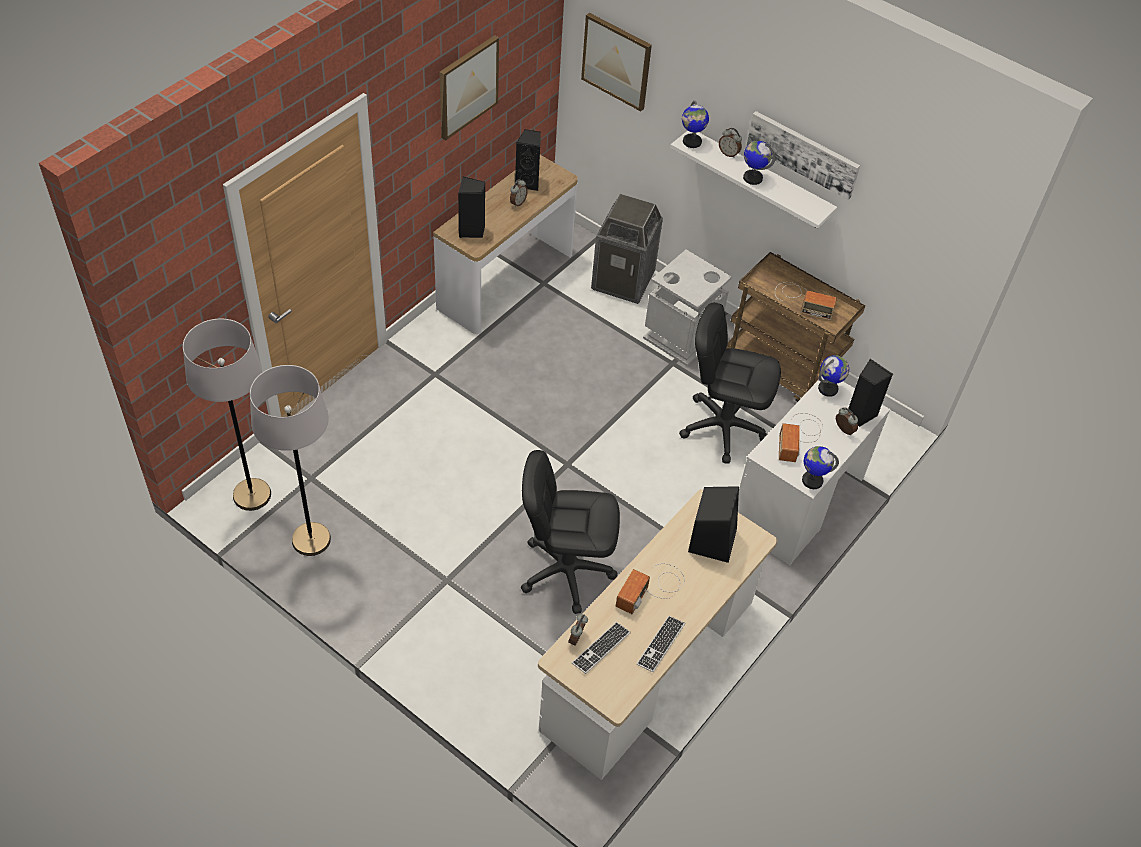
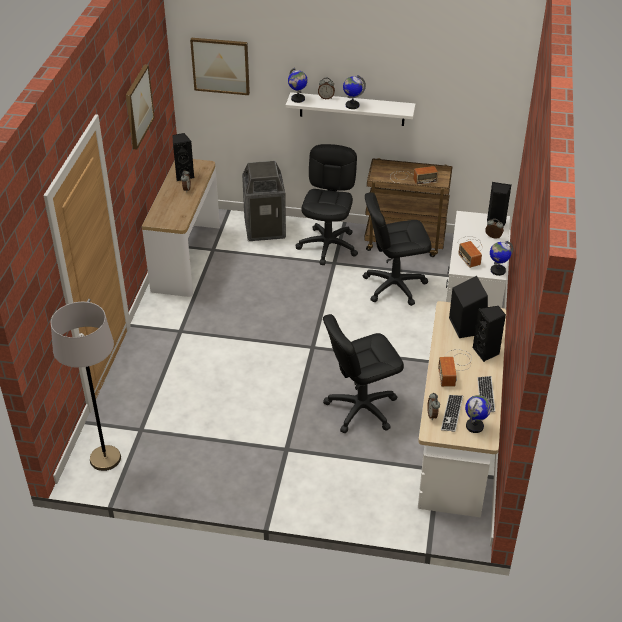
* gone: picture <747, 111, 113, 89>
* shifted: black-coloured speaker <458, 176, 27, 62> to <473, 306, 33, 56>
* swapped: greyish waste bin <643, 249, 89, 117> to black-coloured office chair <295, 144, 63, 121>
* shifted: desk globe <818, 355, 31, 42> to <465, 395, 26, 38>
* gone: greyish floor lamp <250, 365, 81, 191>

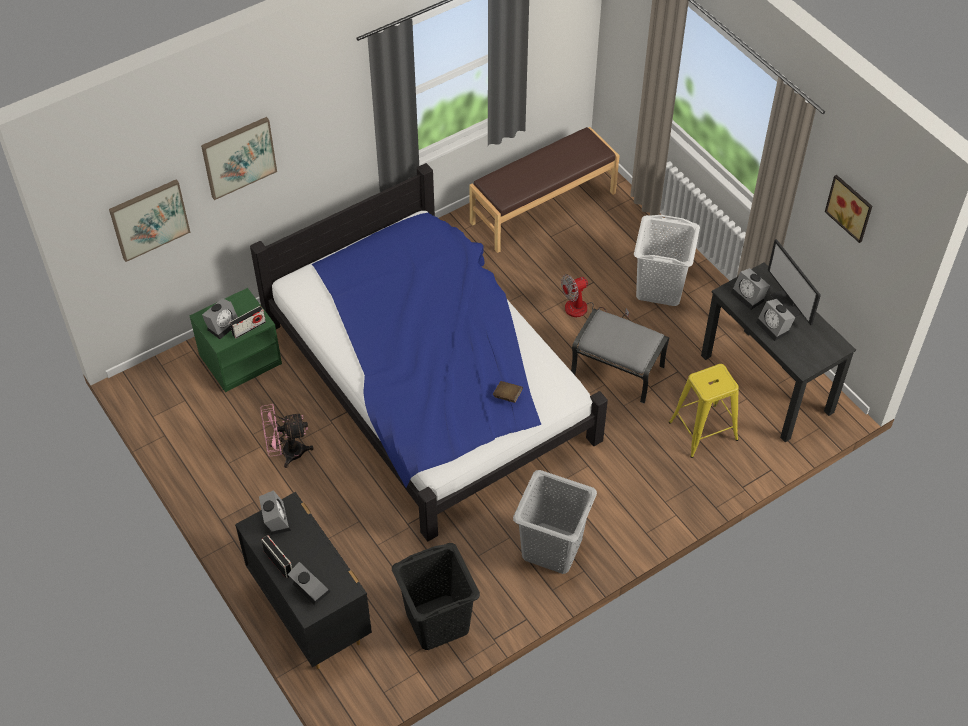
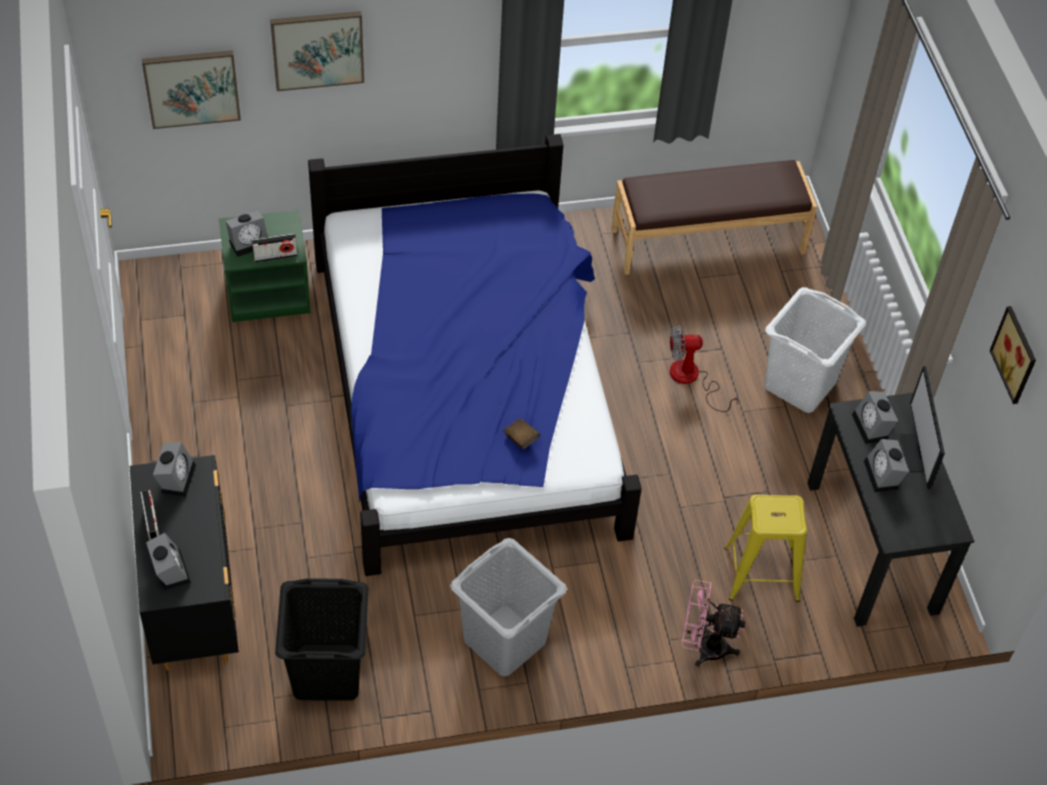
* gone: greyish pouffe <571, 309, 98, 94>
* shifted: pinkish fan <261, 404, 53, 64> to <682, 580, 64, 87>

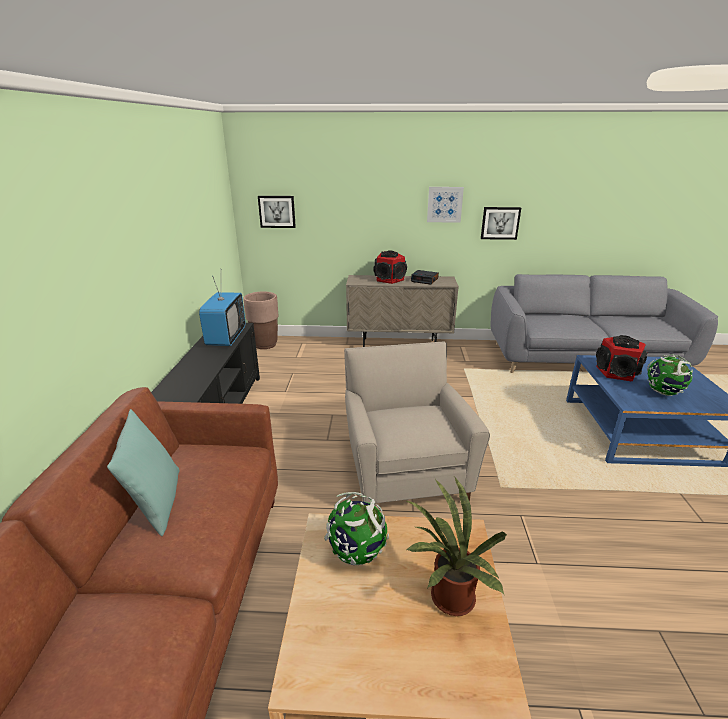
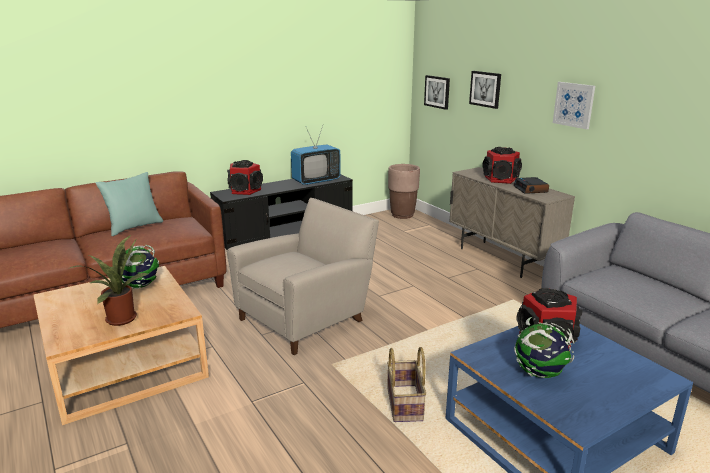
* shifted: picture <481, 207, 40, 33> to <469, 71, 32, 38>
* new: speaker <227, 160, 36, 35>
* new: storage basket <387, 347, 39, 75>

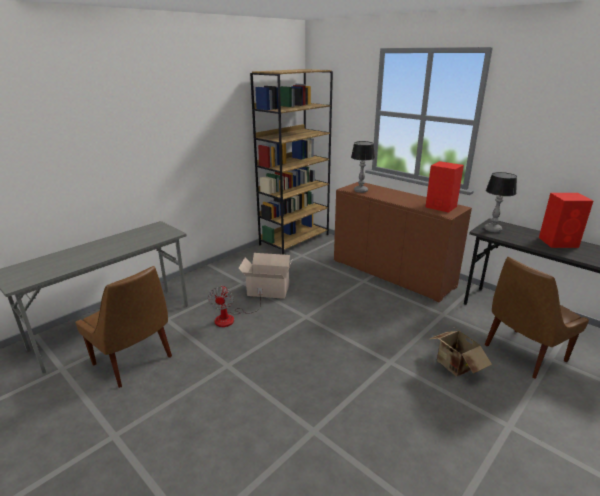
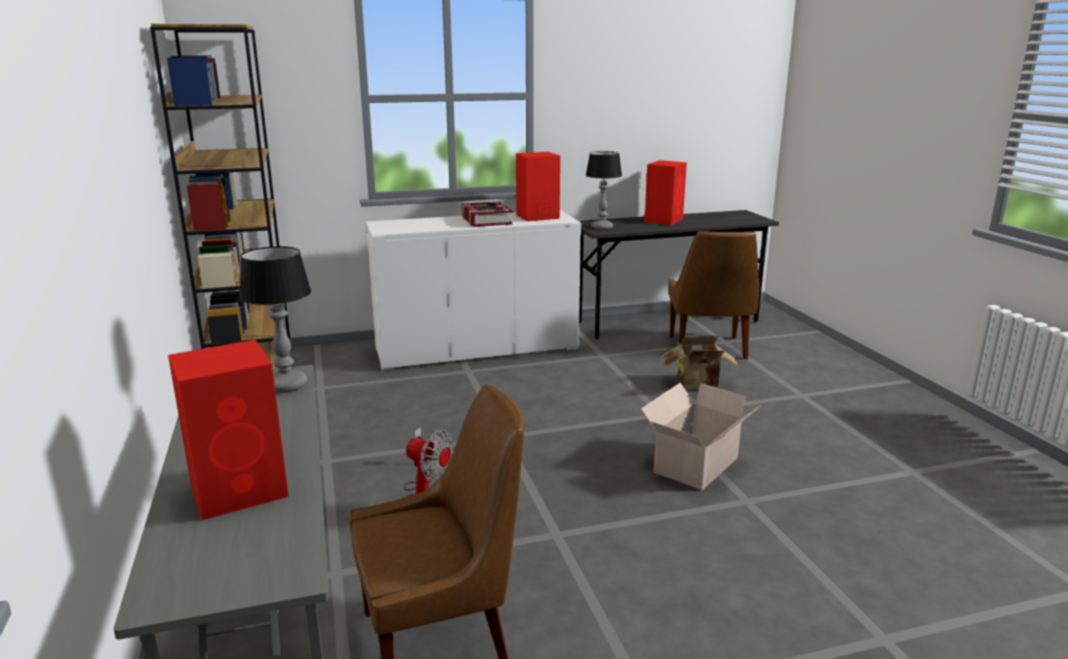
* shifted: table lamp <351, 141, 24, 52> to <239, 246, 72, 146>
* repainted: brownish cabinet <334, 182, 138, 121> to white cabinet <366, 210, 215, 161>
* shifted: packing box <239, 253, 53, 46> to <641, 383, 120, 107>
* new: volume <462, 202, 51, 25>
* new: red-coloured speaker <168, 340, 121, 180>

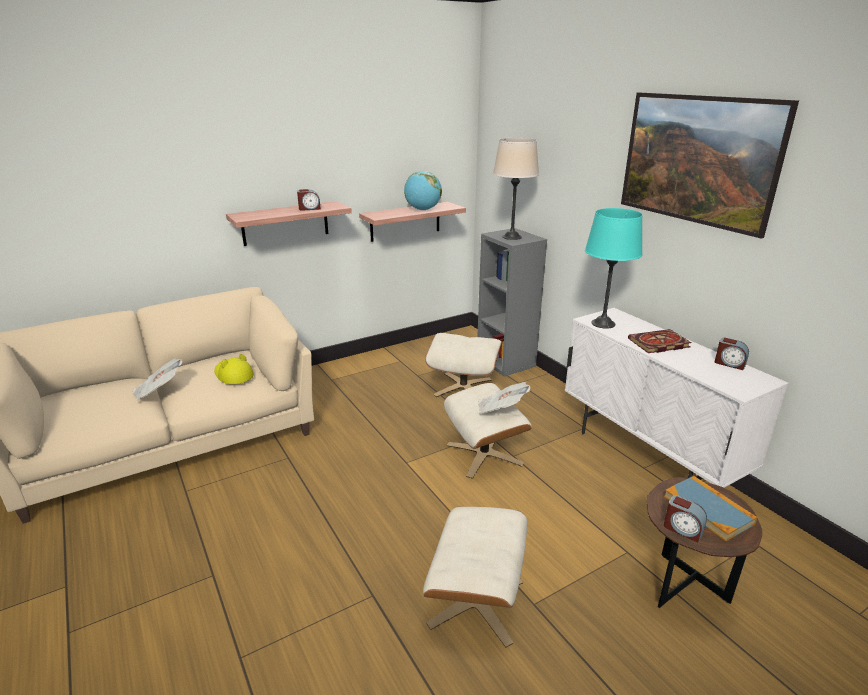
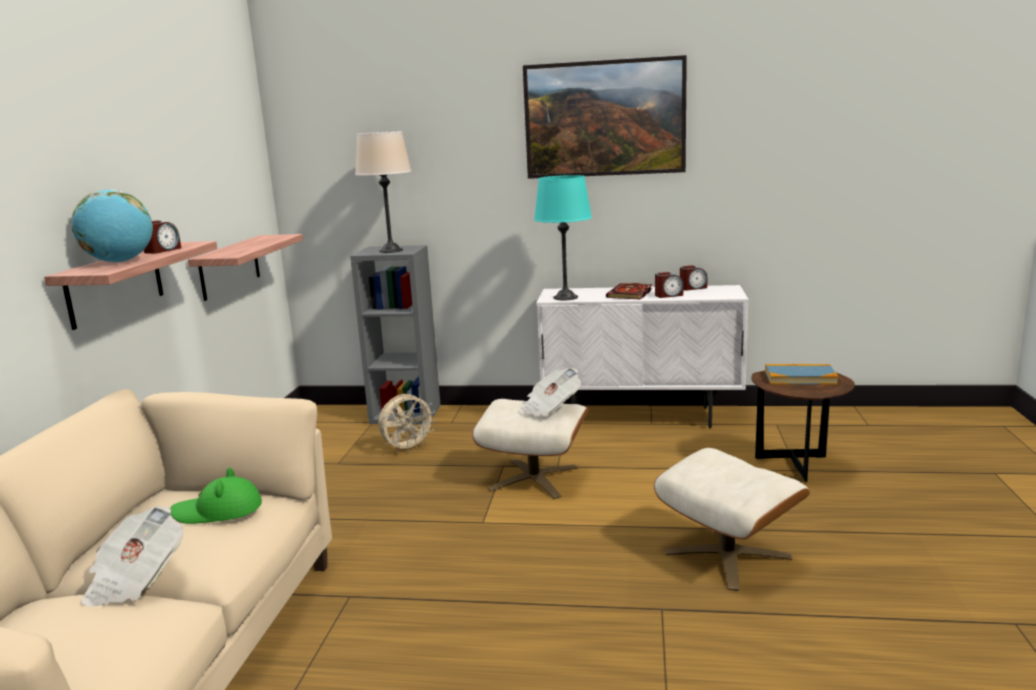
* shifted: desk globe <404, 171, 38, 39> to <71, 189, 82, 74>
* swapped: beige pouffe <425, 333, 77, 64> to beige fan <378, 393, 58, 60>
* repainted: yellow-coloured wearable hat <214, 354, 40, 30> to green wearable hat <171, 468, 91, 56>
* shifted: table clock <664, 495, 43, 48> to <655, 272, 28, 26>

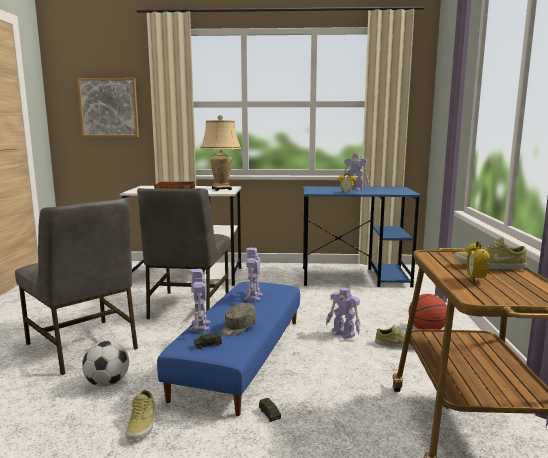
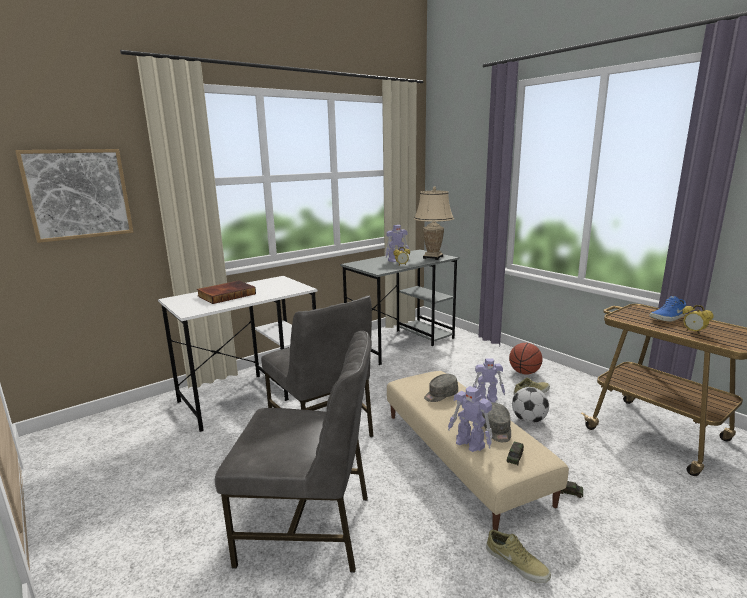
* shifted: beige table lamp <200, 115, 41, 76> to <414, 186, 40, 74>
* repainted: blue-coloured desk unit <303, 186, 119, 101> to greyish desk unit <340, 249, 119, 116>
* repainted: beige item of footwear <454, 237, 73, 32> to blue-coloured item of footwear <649, 296, 37, 26>
* swapped: model robot <244, 248, 19, 54> to greyish cap <424, 374, 34, 28>
* repainted: blue-coloured pouffe <157, 282, 143, 134> to beige pouffe <387, 371, 182, 160>
* shifted: football ball <82, 341, 47, 46> to <512, 387, 37, 36>

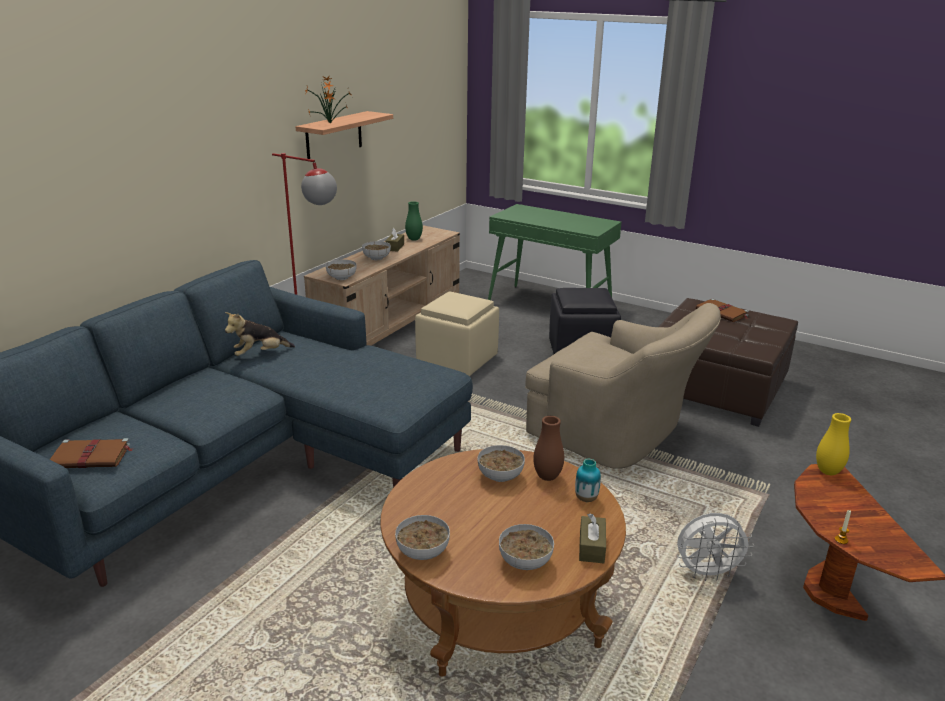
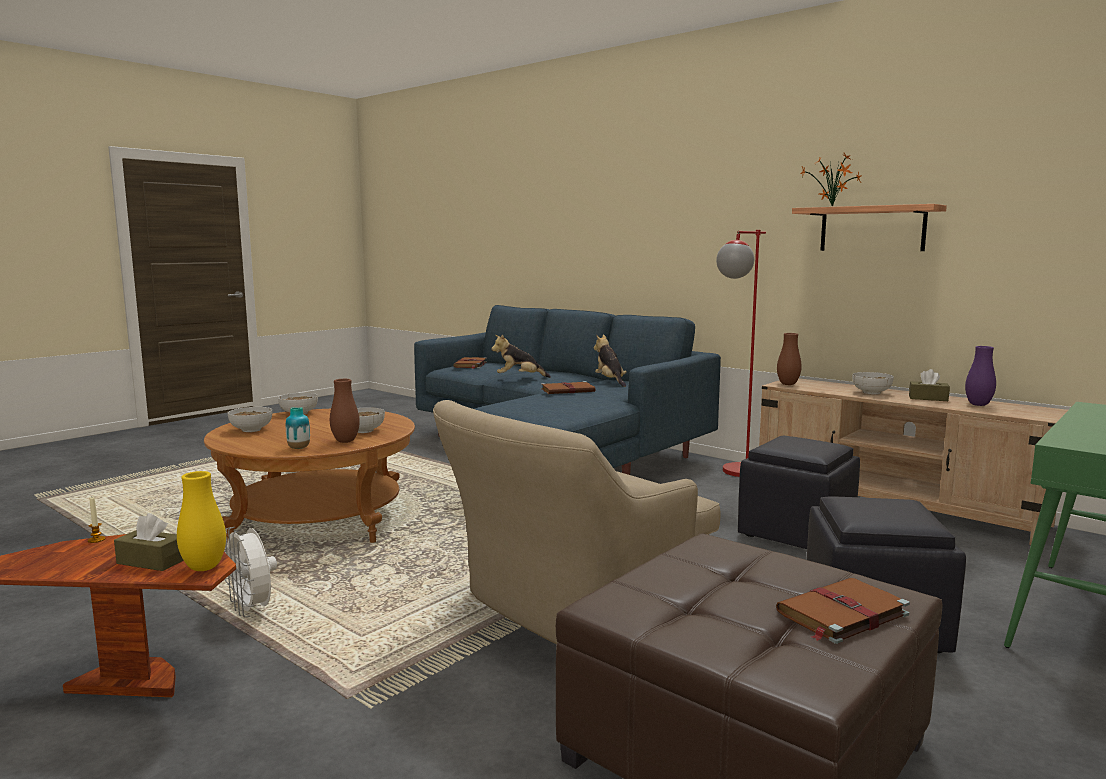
* repainted: green vase <405, 201, 18, 40> to purplish vase <965, 346, 31, 60>
* swapped: bowl <326, 259, 31, 21> to brownish vase <777, 333, 25, 52>
* repainted: beige pouffe <415, 291, 84, 85> to black-coloured pouffe <738, 436, 122, 113>
* shifted: brownish box of tissues <579, 513, 27, 50> to <114, 513, 70, 58>
* rotated: white fan <677, 513, 77, 68> = <224, 527, 53, 91> 45 degrees counterclockwise
* new: soft toy <491, 335, 60, 43>
* new: brownish volume <541, 381, 55, 13>

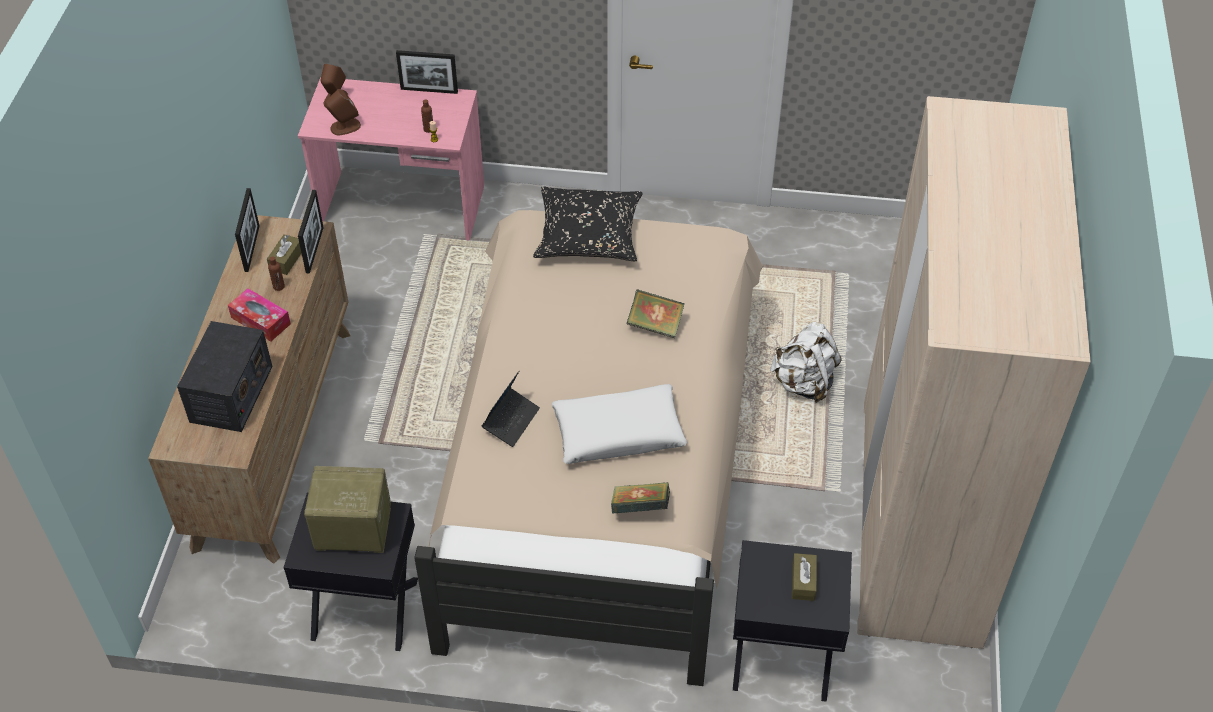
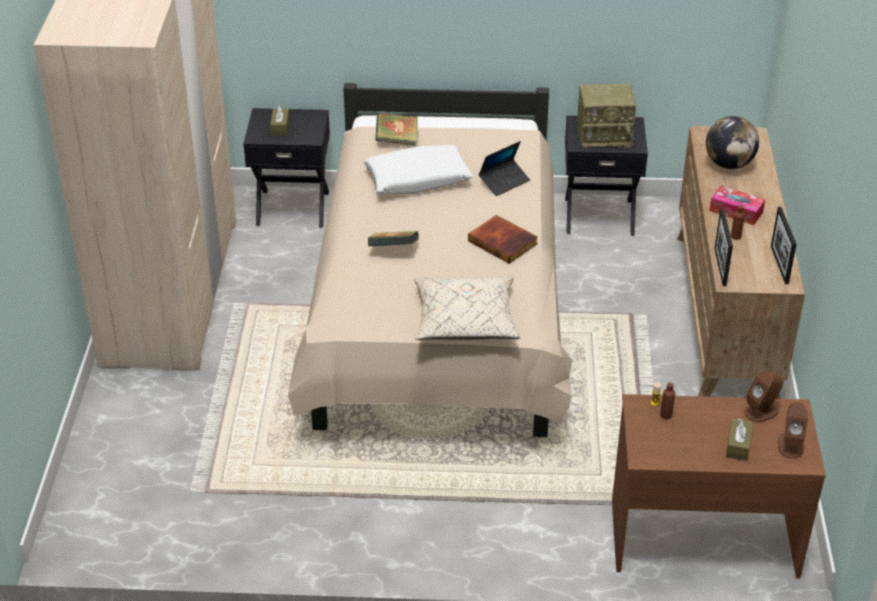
* gone: photo frame <396, 50, 62, 44>
* repainted: pinkish desk unit <298, 77, 186, 164> to brownish desk unit <612, 394, 214, 185>
* repainted: black-coloured pillow <533, 187, 109, 74> to beige pillow <414, 275, 107, 65>
* shifted: brownish box of tissues <267, 234, 34, 41> to <726, 418, 27, 43>
* swapped: radio set <177, 321, 96, 111> to desk globe <706, 116, 53, 53>
* gone: white knapsack <770, 322, 72, 81>
* rotated: portable computer <482, 371, 58, 76> = <479, 141, 51, 55> 150 degrees counterclockwise
* new: volume <468, 215, 70, 49>

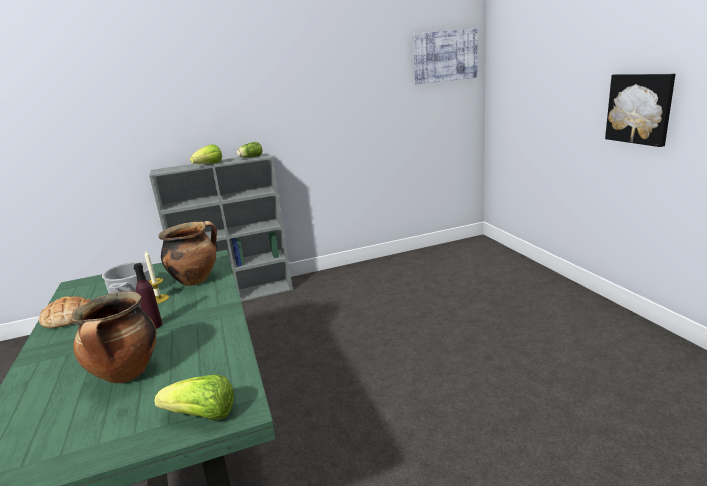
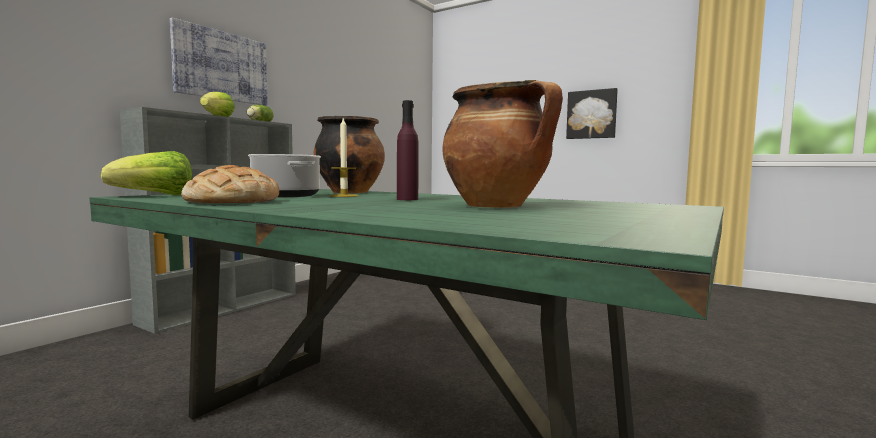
* shifted: picture <413, 28, 65, 56> to <170, 18, 98, 88>
* shifted: head of lettuce <154, 375, 80, 45> to <101, 151, 91, 45>

